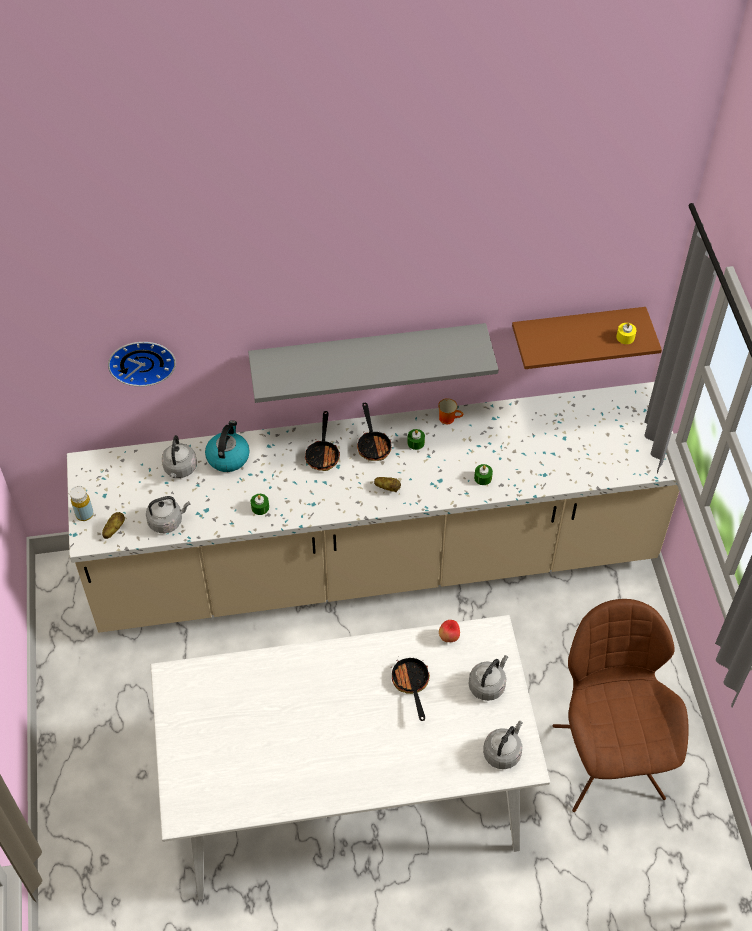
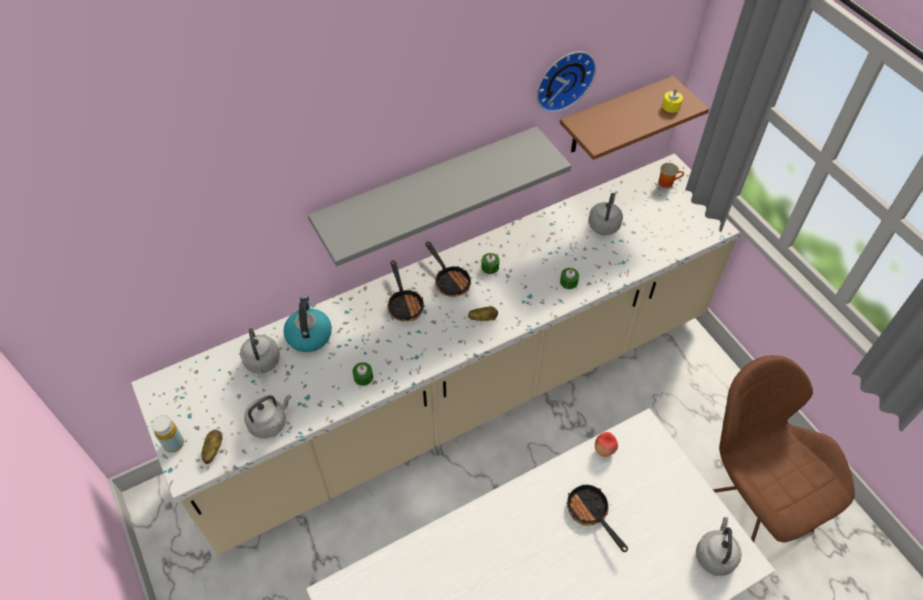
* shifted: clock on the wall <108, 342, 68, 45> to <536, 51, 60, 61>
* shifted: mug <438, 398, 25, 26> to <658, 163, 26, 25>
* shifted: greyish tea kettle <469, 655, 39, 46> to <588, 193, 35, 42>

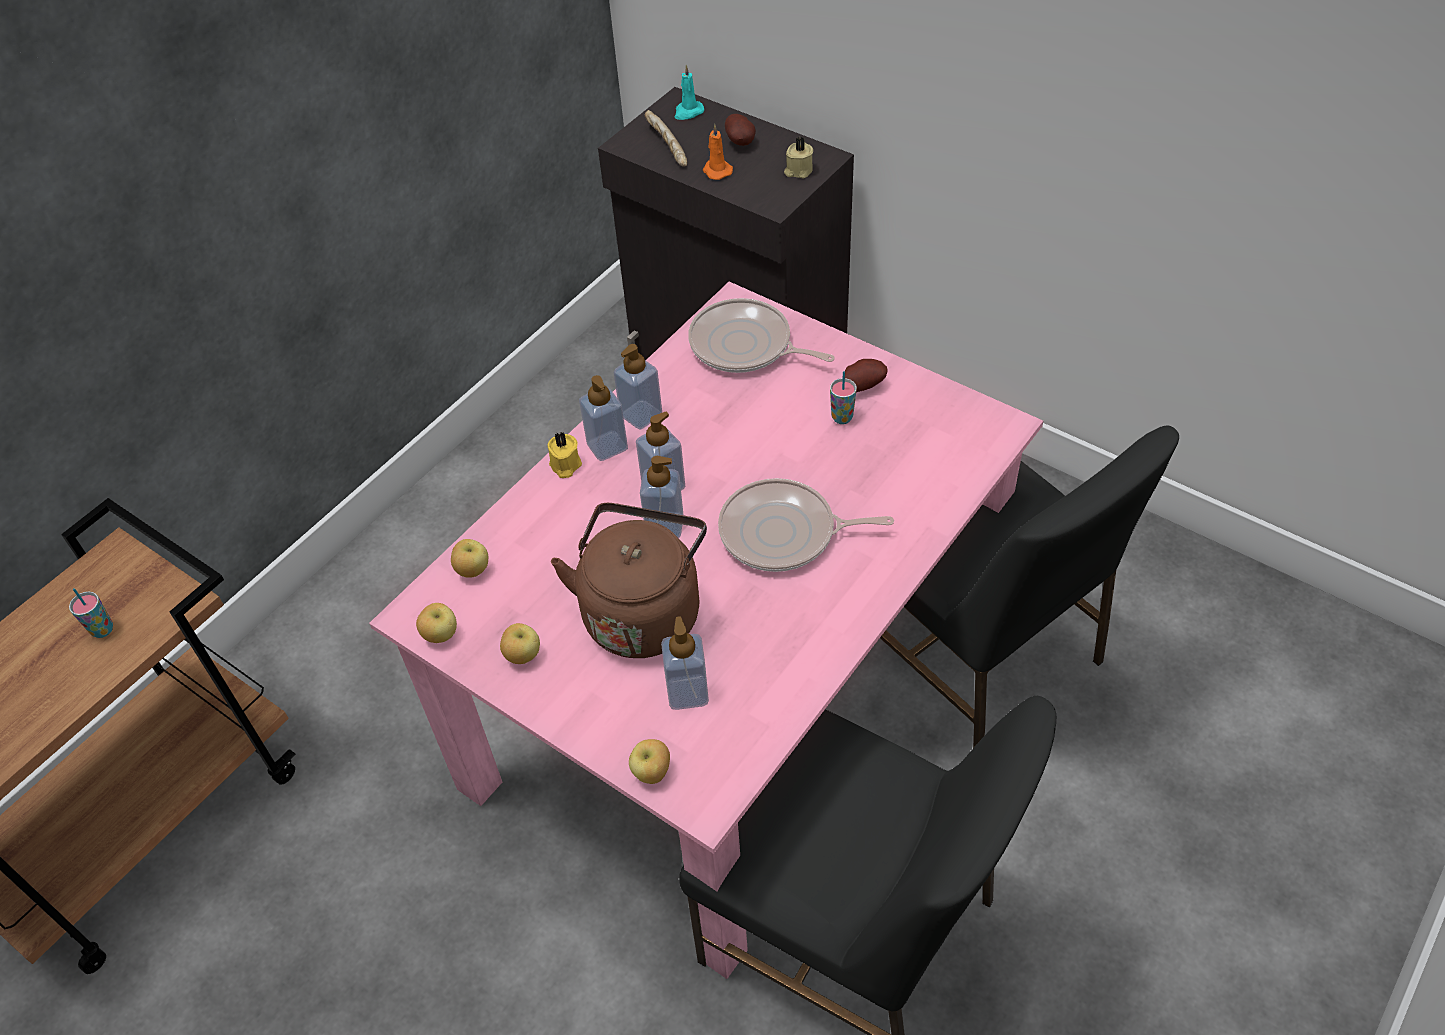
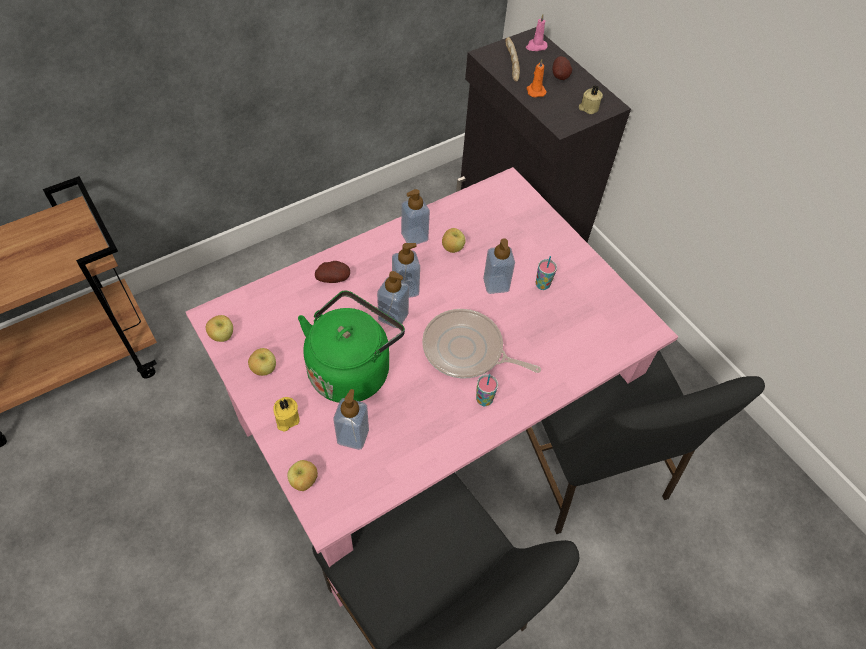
* repainted: turquoise wax candle <674, 65, 30, 55> to pinkish wax candle <526, 14, 22, 37>
* gone: skillet <688, 298, 147, 75>
* shifted: spud <845, 359, 43, 33> to <315, 261, 35, 22>
* shifted: soap bottle <579, 375, 49, 86> to <483, 238, 32, 56>
* shifted: yellow-coloured wax candle <548, 432, 34, 46> to <273, 397, 27, 34>
* repainted: brownish tea kettle <551, 503, 156, 155> to green tea kettle <298, 291, 107, 112>
* shifted: apple <451, 539, 38, 39> to <442, 228, 24, 25>
* shifted: small cup <69, 588, 44, 50> to <476, 374, 22, 32>

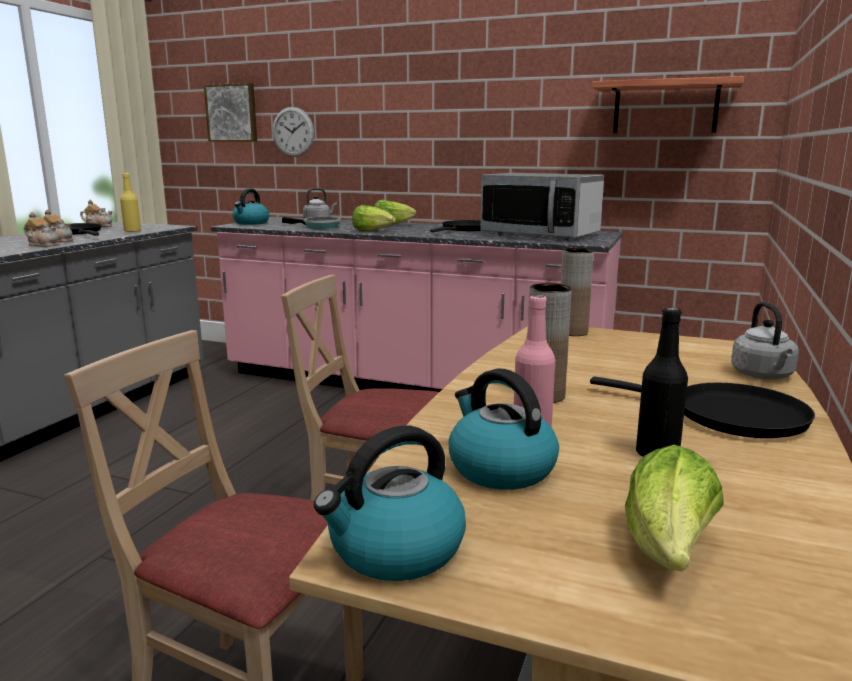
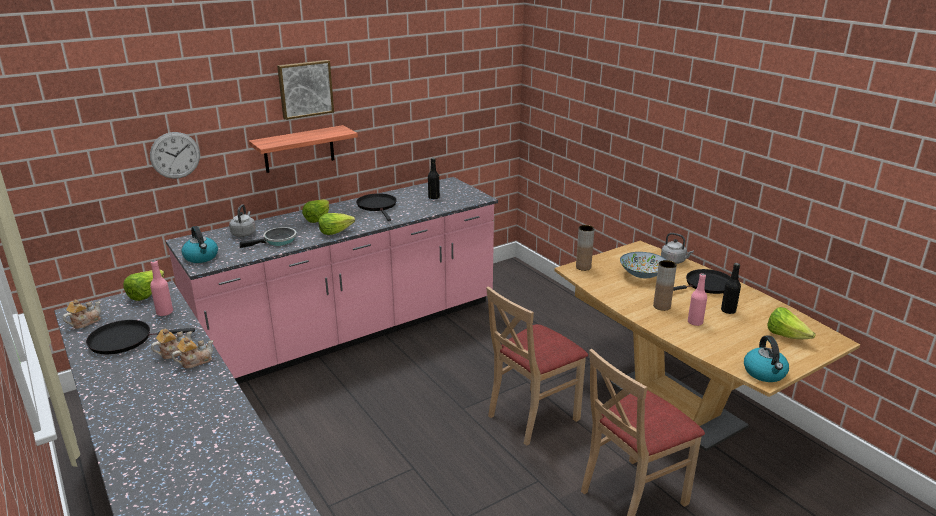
* shifted: bracket shelf <592, 76, 152, 57> to <249, 125, 109, 48>
* shifted: picture <204, 83, 53, 59> to <277, 60, 57, 60>
* repainted: yellow-coloured beverage bottle <120, 173, 21, 59> to pinkish beverage bottle <150, 260, 23, 56>
* swapped: microwave oven <480, 173, 124, 67> to black-coloured beverage bottle <428, 158, 12, 41>
* gone: tea kettle <449, 369, 110, 121>
* new: bowl <620, 252, 46, 26>
* new: head of lettuce <123, 270, 41, 31>

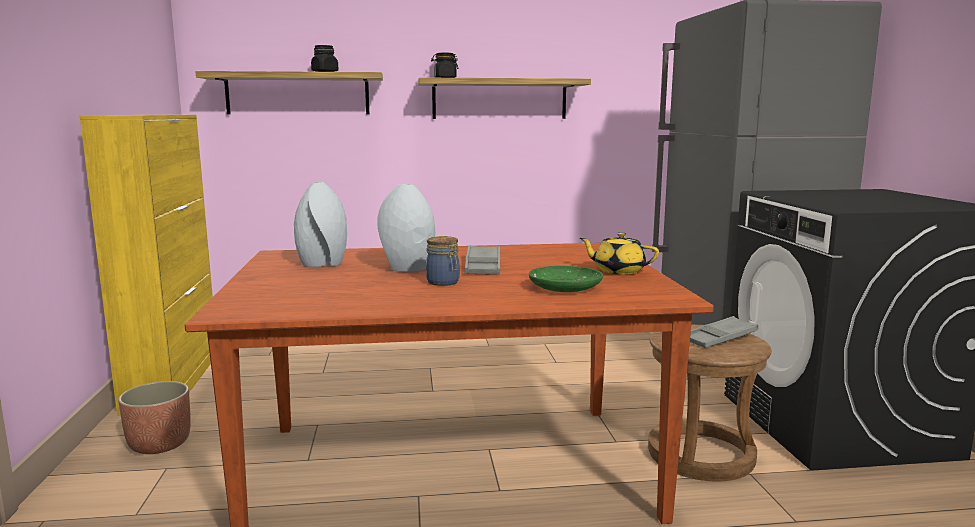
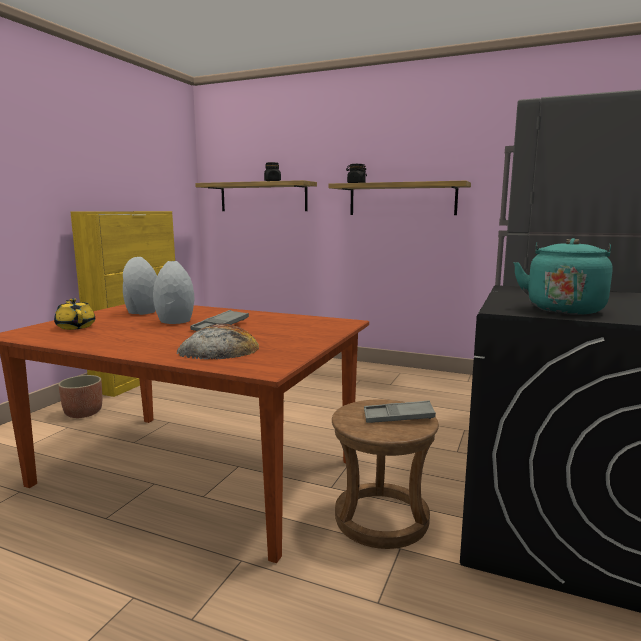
* shifted: yellow-coloured teapot <580, 232, 79, 43> to <54, 298, 41, 32>
* gone: jar <426, 236, 34, 50>
* swapped: green plate <529, 266, 74, 26> to bread <177, 323, 82, 36>
* new: turquoise tea kettle <513, 238, 100, 77>

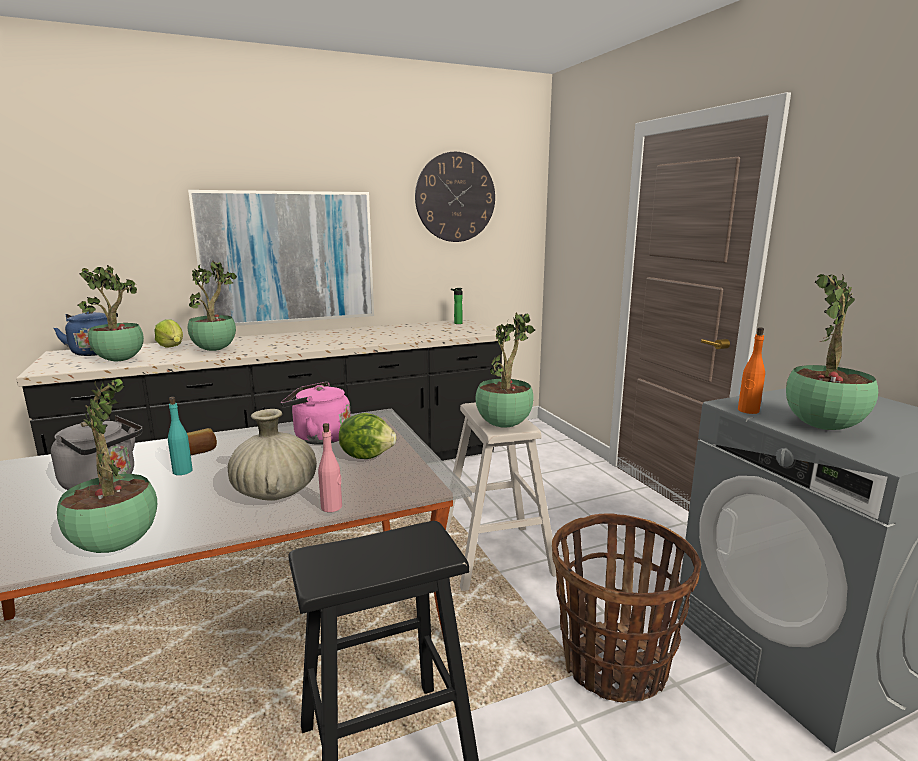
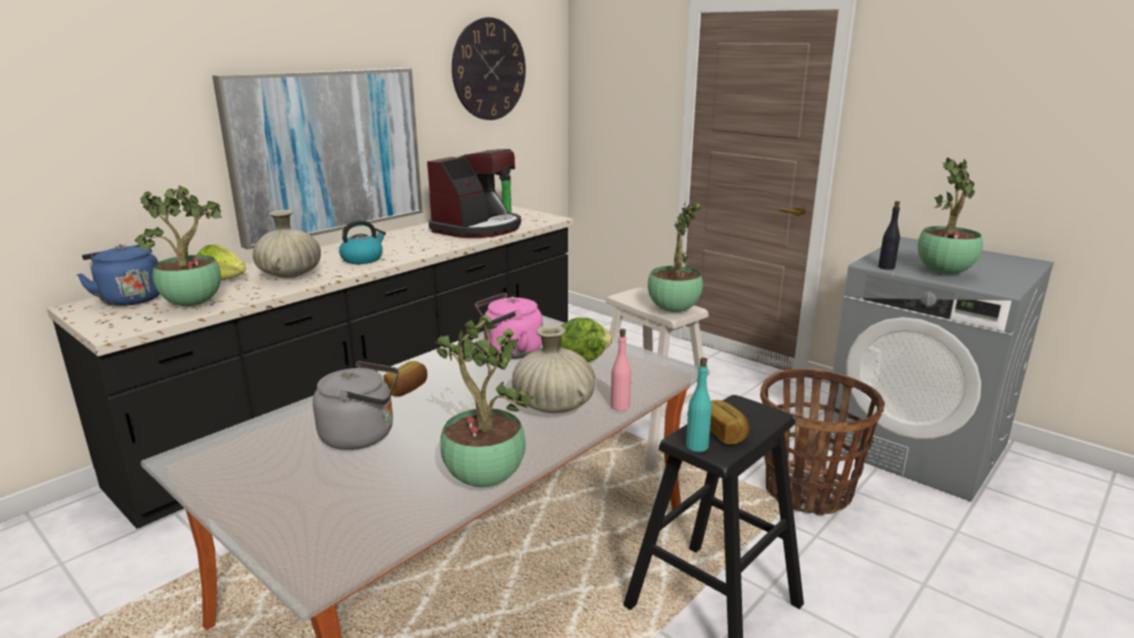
* swapped: plant in a pot <188, 261, 49, 90> to beige vase <253, 210, 68, 68>
* repainted: orange-coloured beverage bottle <738, 327, 27, 87> to black-coloured beverage bottle <878, 201, 22, 69>
* shifted: turquoise beverage bottle <168, 397, 25, 78> to <686, 357, 26, 95>
* new: coffee machine <427, 149, 94, 89>
* new: tea kettle <339, 220, 47, 44>
* new: bread <710, 400, 39, 44>

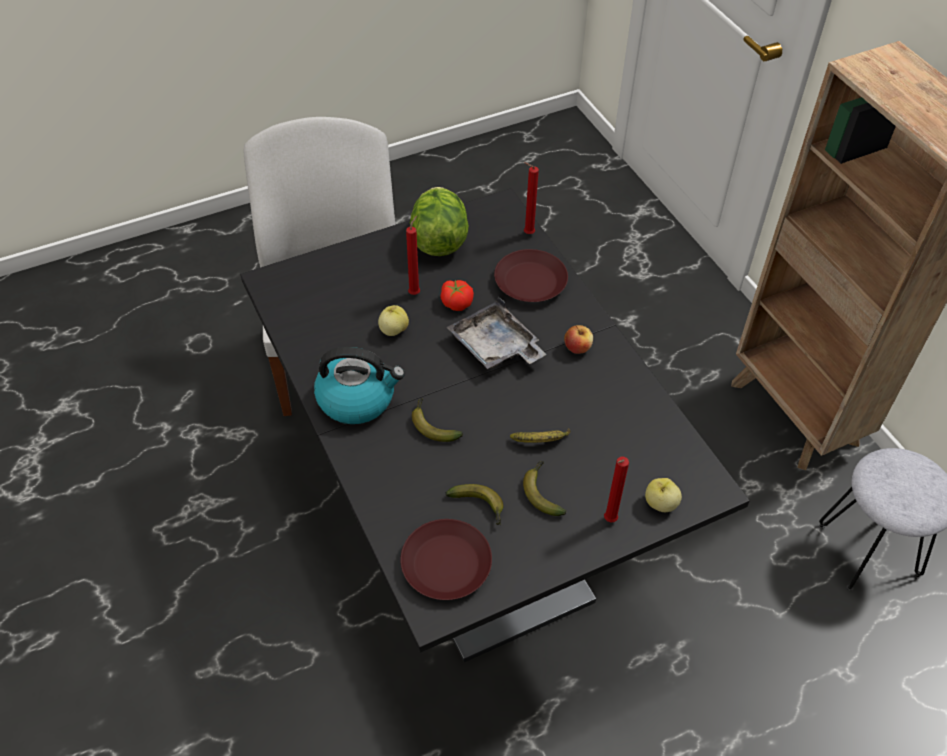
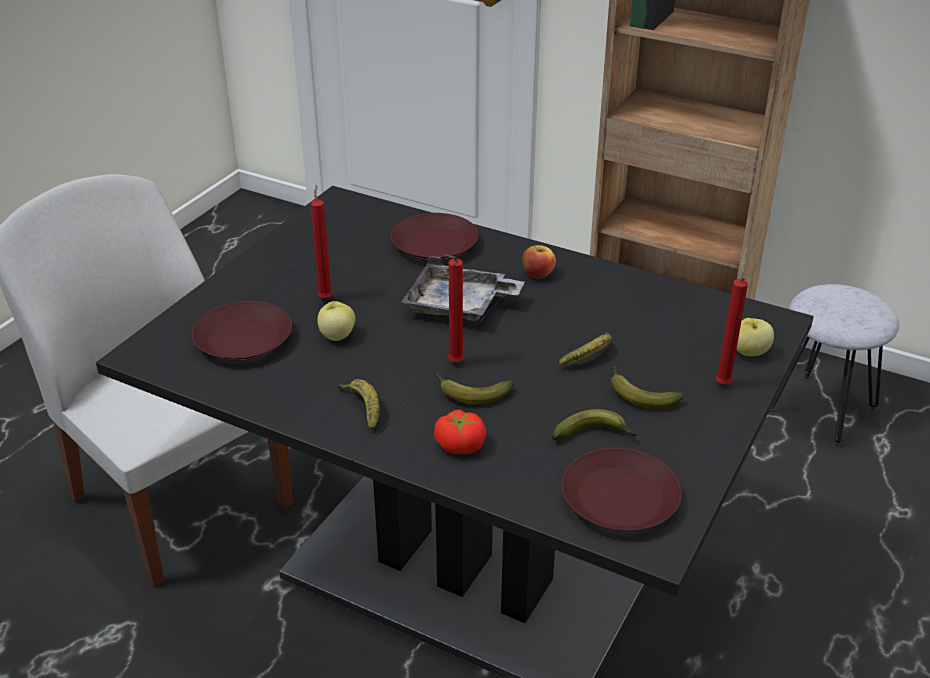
* shifted: red-coloured wax candle <524, 162, 15, 72> to <445, 255, 19, 108>
* gone: head of lettuce <410, 187, 59, 69>
* shifted: whole tomato <441, 280, 33, 31> to <434, 409, 52, 45>
* swapped: tea kettle <314, 347, 91, 77> to banana fruit <337, 379, 43, 51>
* new: brownish plate <192, 301, 100, 60>

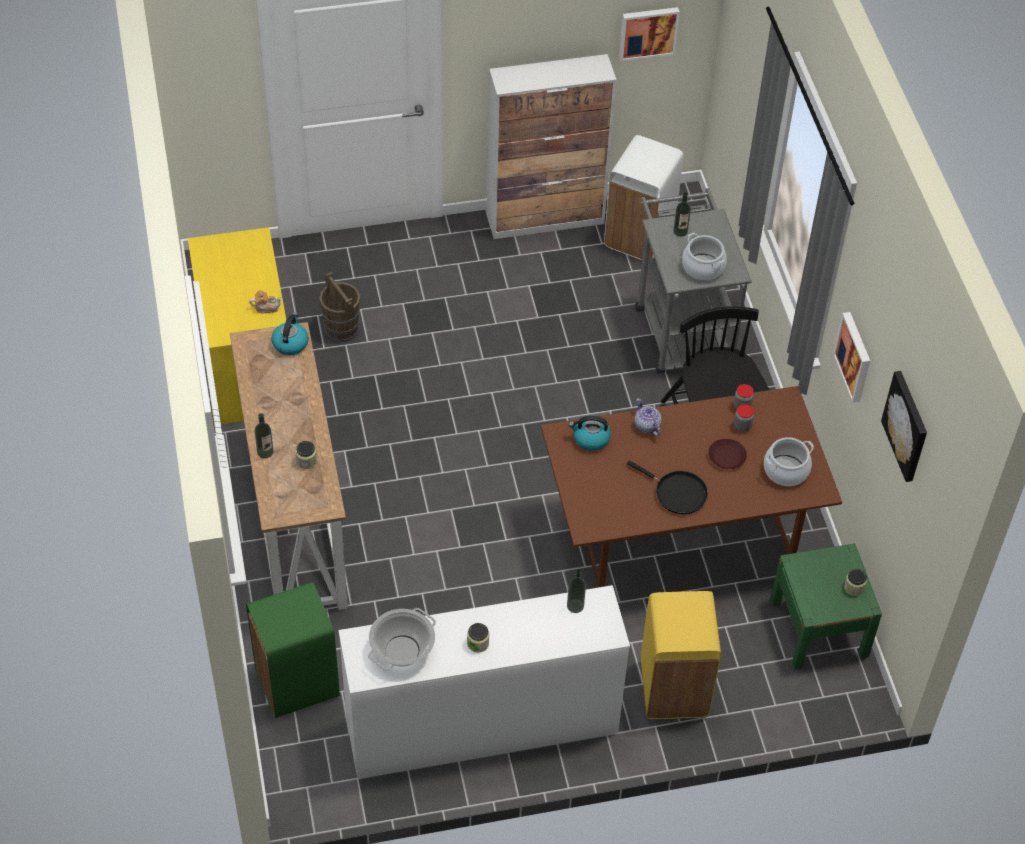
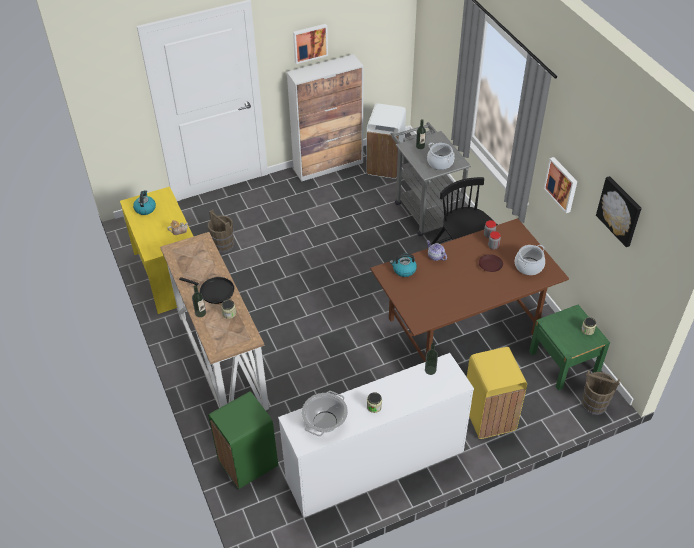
* shifted: picture <619, 7, 61, 54> to <293, 24, 35, 40>
* shifted: tea kettle <271, 313, 38, 42> to <133, 190, 23, 25>
* shifted: black-coloured skillet <627, 460, 81, 54> to <179, 277, 55, 27>
* new: brownish pail <582, 370, 38, 45>

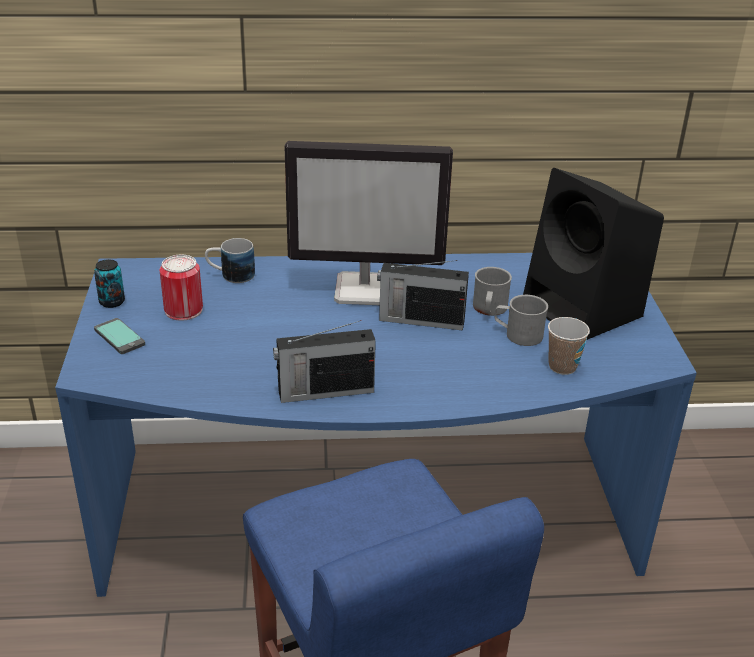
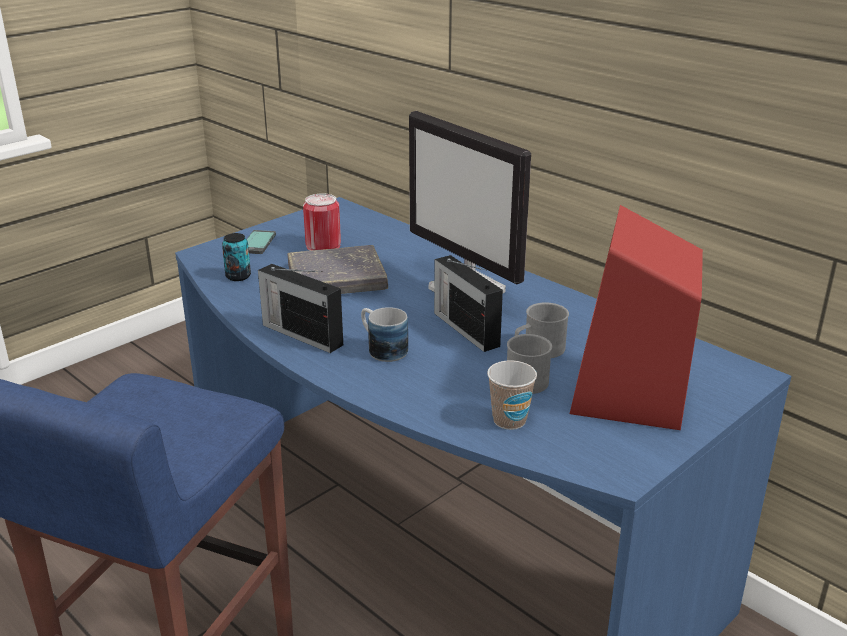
* repainted: black-coloured speaker <523, 168, 141, 172> to red-coloured speaker <570, 205, 133, 225>
* shifted: mug <205, 238, 50, 45> to <361, 307, 47, 55>
* shifted: sealed can <94, 259, 31, 49> to <222, 233, 29, 48>
* new: greyish volume <287, 245, 101, 49>

